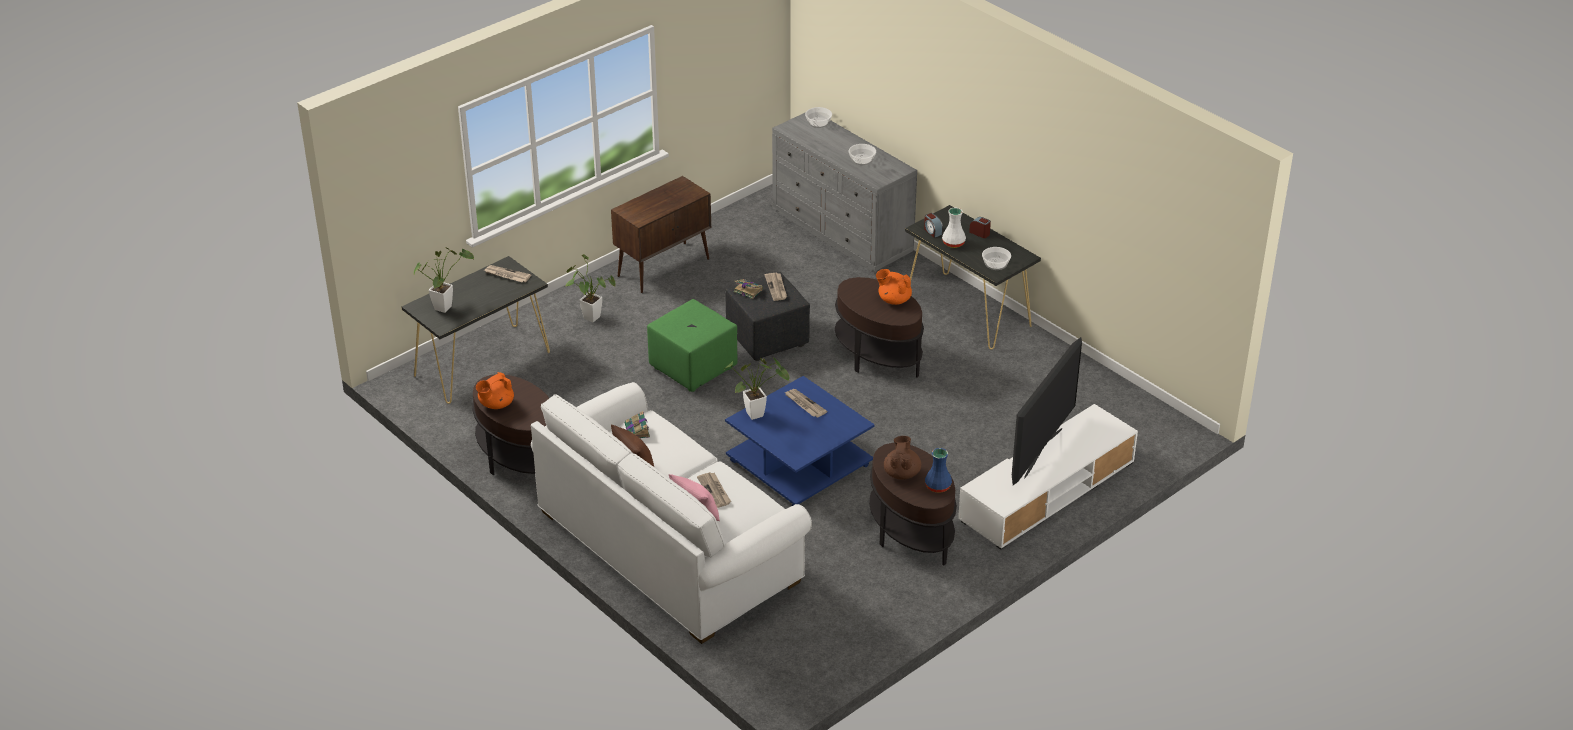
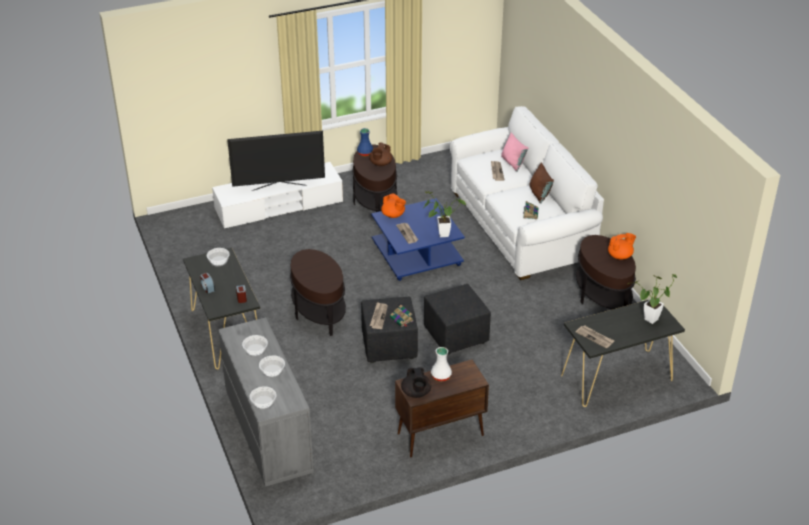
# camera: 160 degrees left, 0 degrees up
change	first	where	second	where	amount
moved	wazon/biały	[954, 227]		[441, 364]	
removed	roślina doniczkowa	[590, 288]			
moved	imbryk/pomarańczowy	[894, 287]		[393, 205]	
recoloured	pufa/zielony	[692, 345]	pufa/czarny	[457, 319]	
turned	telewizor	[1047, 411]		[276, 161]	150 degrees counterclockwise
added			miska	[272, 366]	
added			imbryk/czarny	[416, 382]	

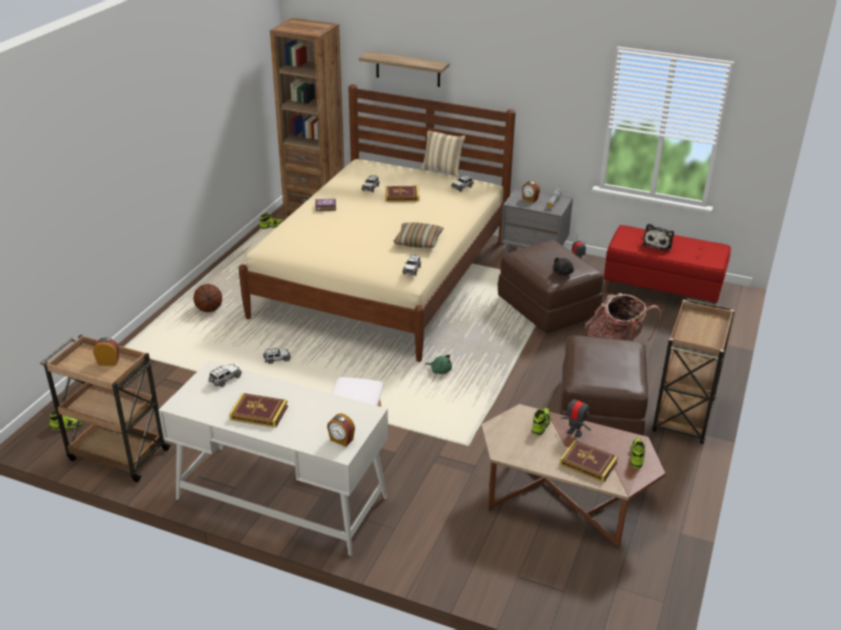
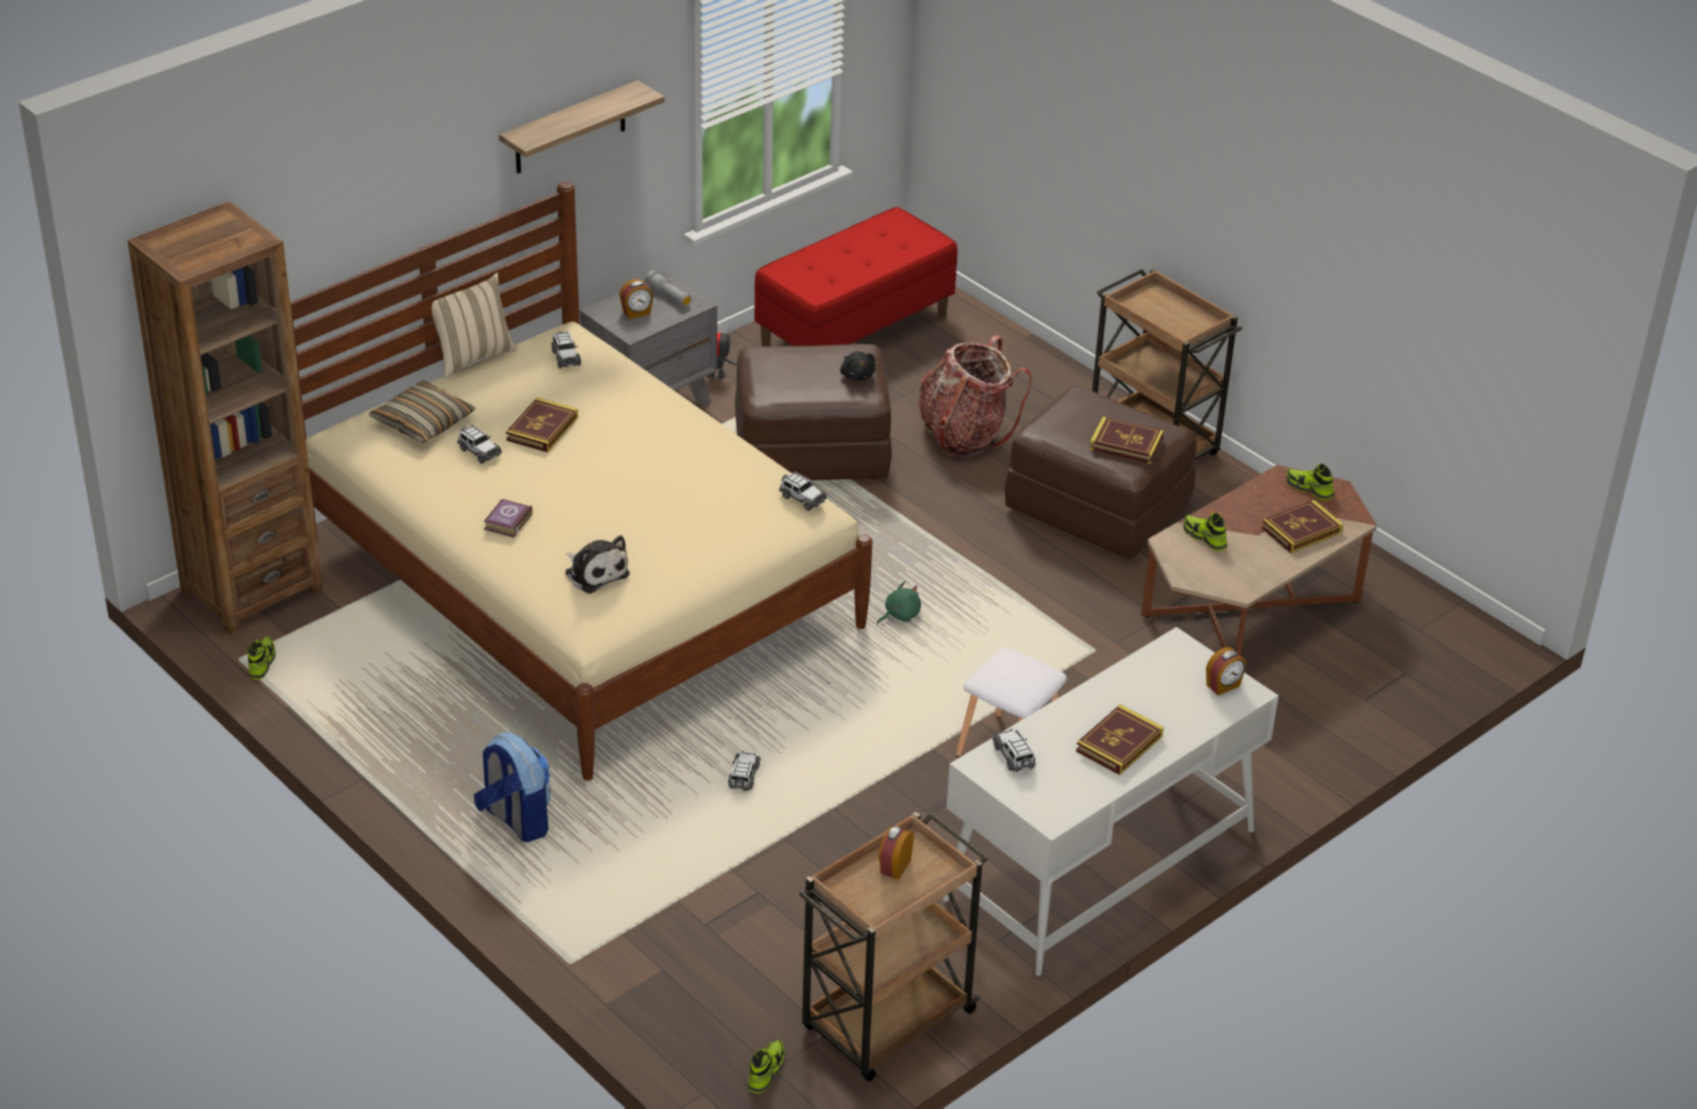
# camera: 65 degrees left, 5 degrees up
change	first	where	second	where	amount
moved	półka	[404, 69]		[582, 127]	
moved	poduszka	[418, 235]		[422, 411]	
moved	pluszak	[658, 237]		[597, 564]	
replaced	piłka do koszykówki	[207, 298]	plecak	[512, 787]	
removed	robot zabawkowy	[576, 416]			
added			książka	[1126, 440]	

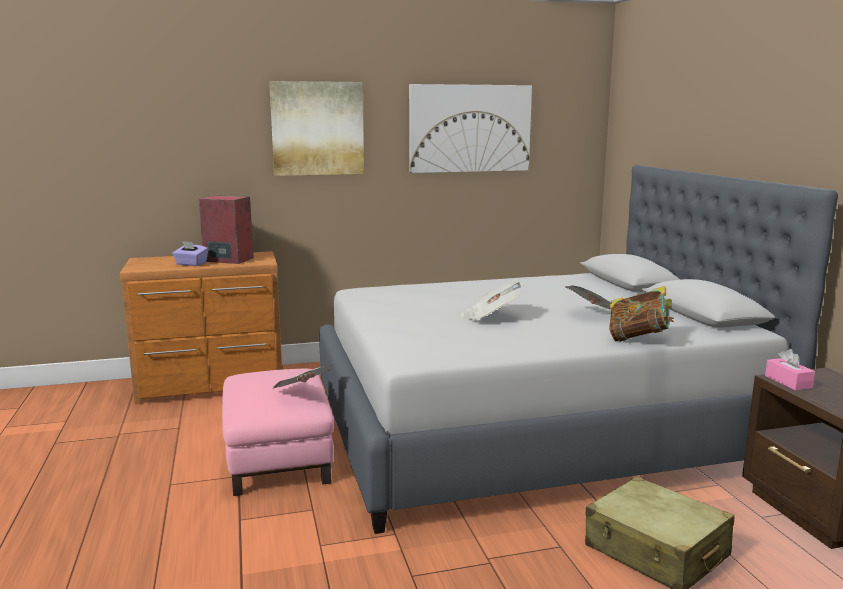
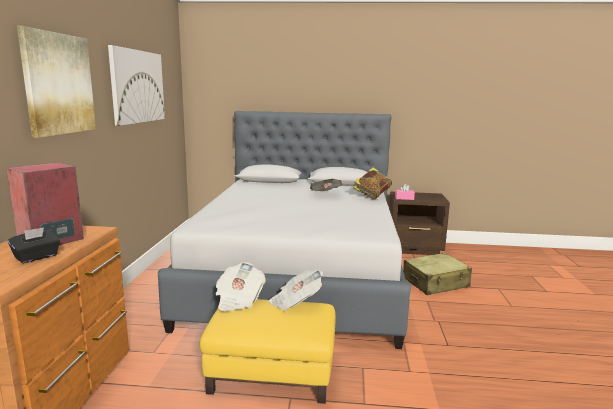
# camera: 70 degrees left, 0 degrees up
change	first	where	second	where	amount
recoloured	pudełko chusteczek/fioletowy	[190, 253]	pudełko chusteczek/czarny	[34, 245]	
moved	gazeta	[492, 301]		[240, 286]	
recoloured	pufa/różowy	[278, 432]	pufa/żółty	[268, 351]	

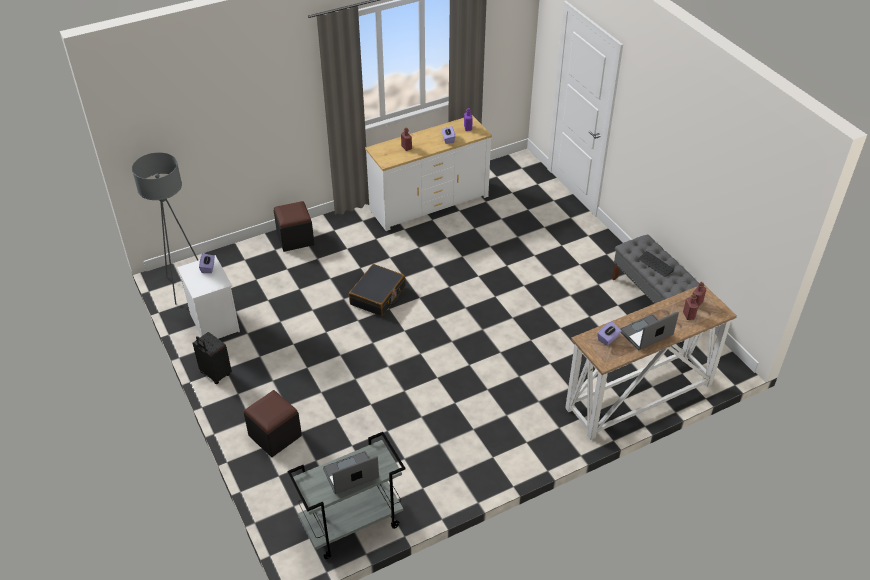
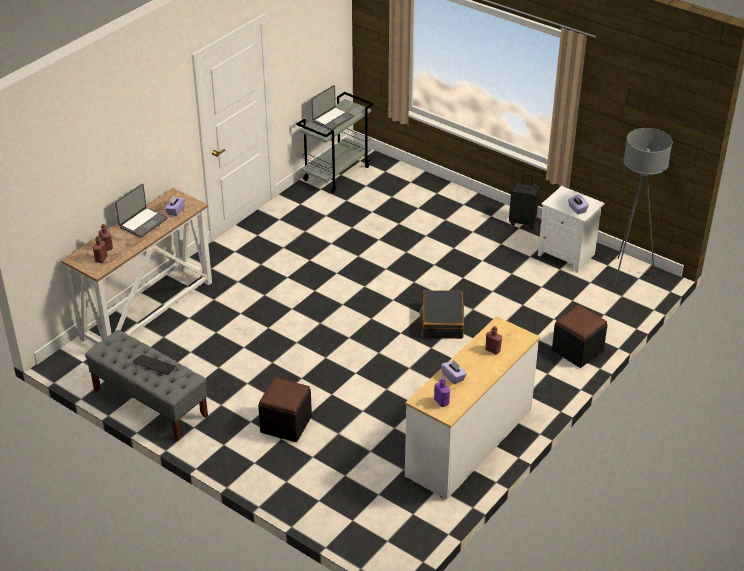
# camera: 155 degrees right, 5 degrees down
change	first	where	second	where	amount
moved	pufa/czarny	[273, 423]		[285, 409]	

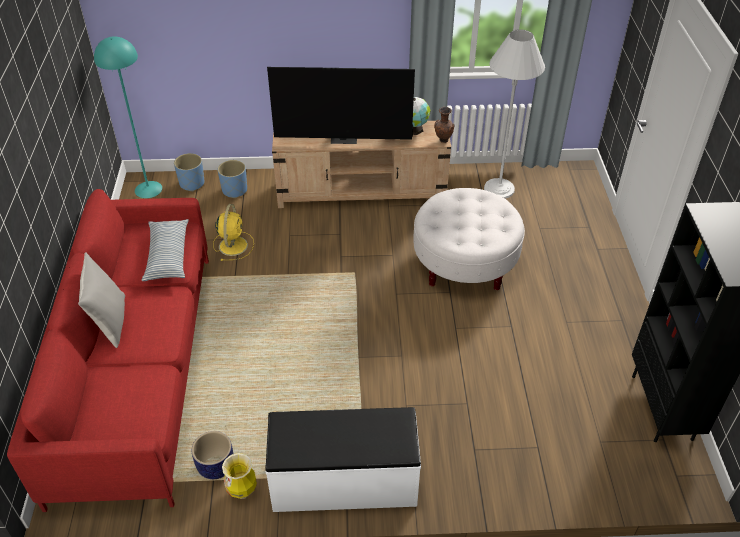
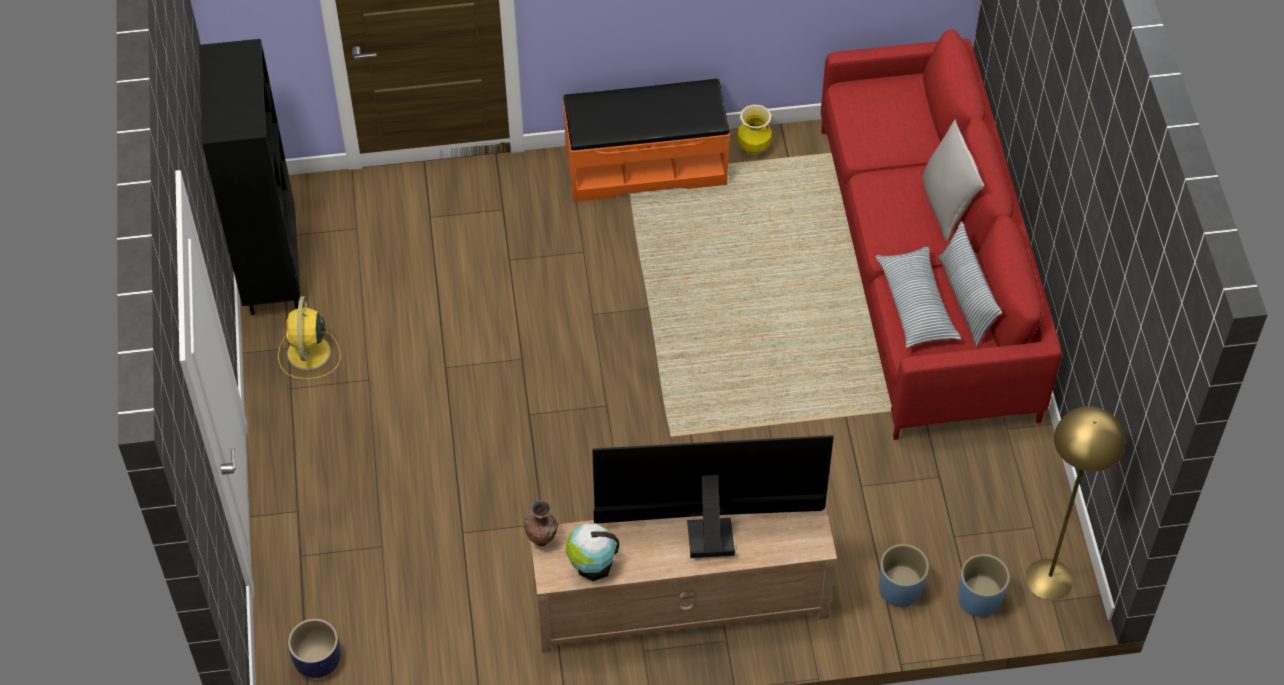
# camera: 175 degrees right, 10 degrees up
change	first	where	second	where	amount
removed	lampa stojąca/biały	[514, 114]			
recoloured	lampa stojąca/turkusowy	[128, 117]	lampa stojąca/żółty	[1075, 503]	
removed	pufa/biały	[469, 239]			
moved	wentylator/żółty	[233, 232]		[309, 337]	
recoloured	ławka/biały	[343, 459]	ławka/pomarańczowy	[646, 140]	
moved	donica	[212, 455]		[314, 648]	
added			poduszka	[970, 284]	

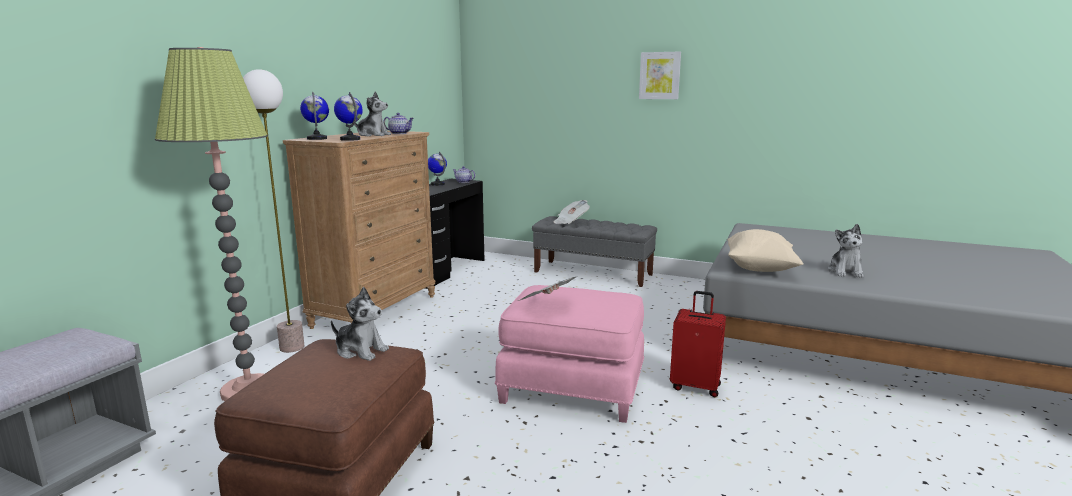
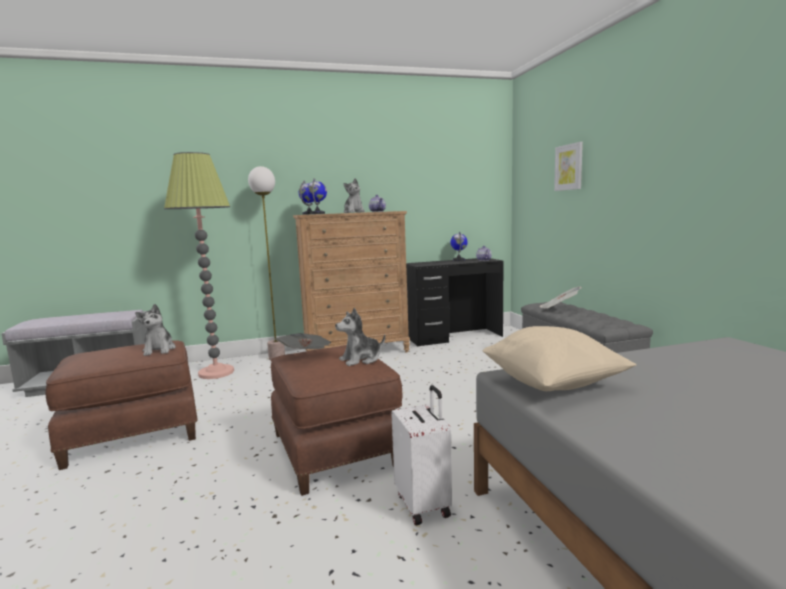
# camera: 50 degrees right, 5 degrees down
change	first	where	second	where	amount
moved	obraz	[660, 75]		[568, 166]	
moved	pluszak	[846, 251]		[360, 337]	
recoloured	pufa/różowy	[569, 354]	pufa/brązowy	[336, 420]	
recoloured	walizka/czerwony	[698, 344]	walizka/biały	[421, 455]	

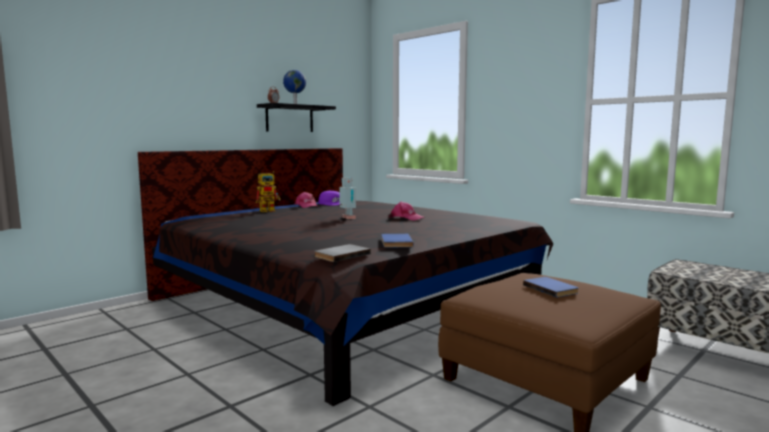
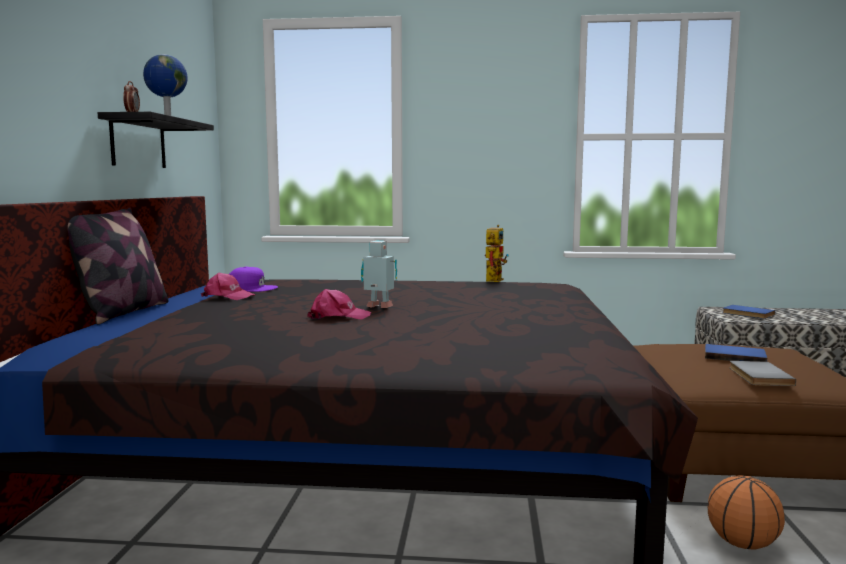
# camera: 40 degrees left, 0 degrees up
change	first	where	second	where	amount
moved	robot zabawkowy	[268, 191]		[497, 253]	
moved	czapka z daszkiem/różowy	[407, 211]		[339, 304]	
moved	książka/niebieski	[397, 241]		[749, 312]	
moved	książka/szary	[342, 253]		[763, 373]	
added			poduszka	[118, 265]	
added			piłka do koszykówki	[746, 512]	

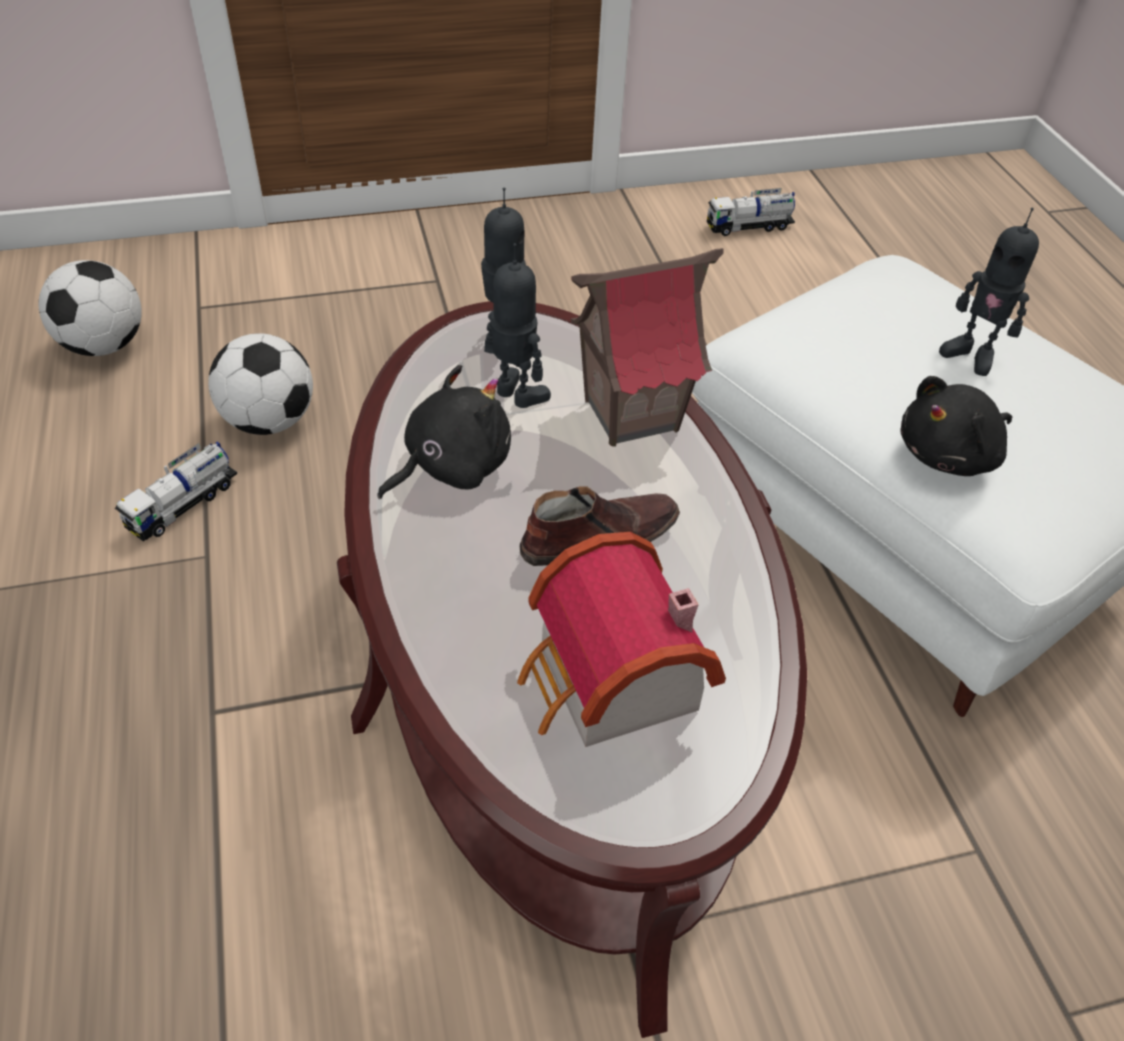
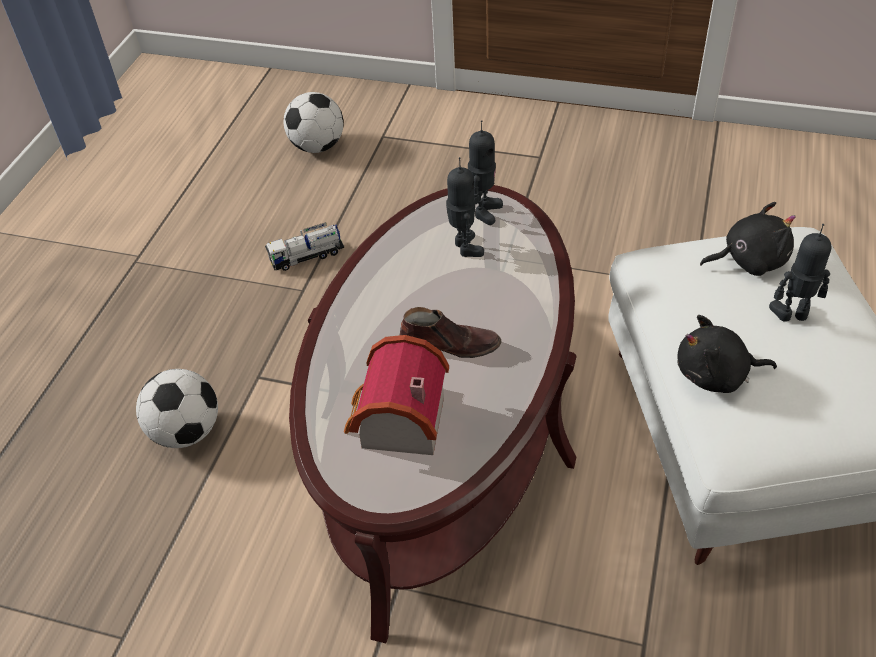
# camera: 35 degrees right, 0 degrees up
change	first	where	second	where	amount
removed	ciężarówka zabawkowa	[751, 212]			
turned	robot zabawkowy	[989, 292]		[800, 273]	105 degrees clockwise
removed	domek	[647, 347]			
moved	piłka futbolowa	[260, 384]		[177, 408]	
moved	pluszak/czarny	[444, 432]		[748, 239]	

